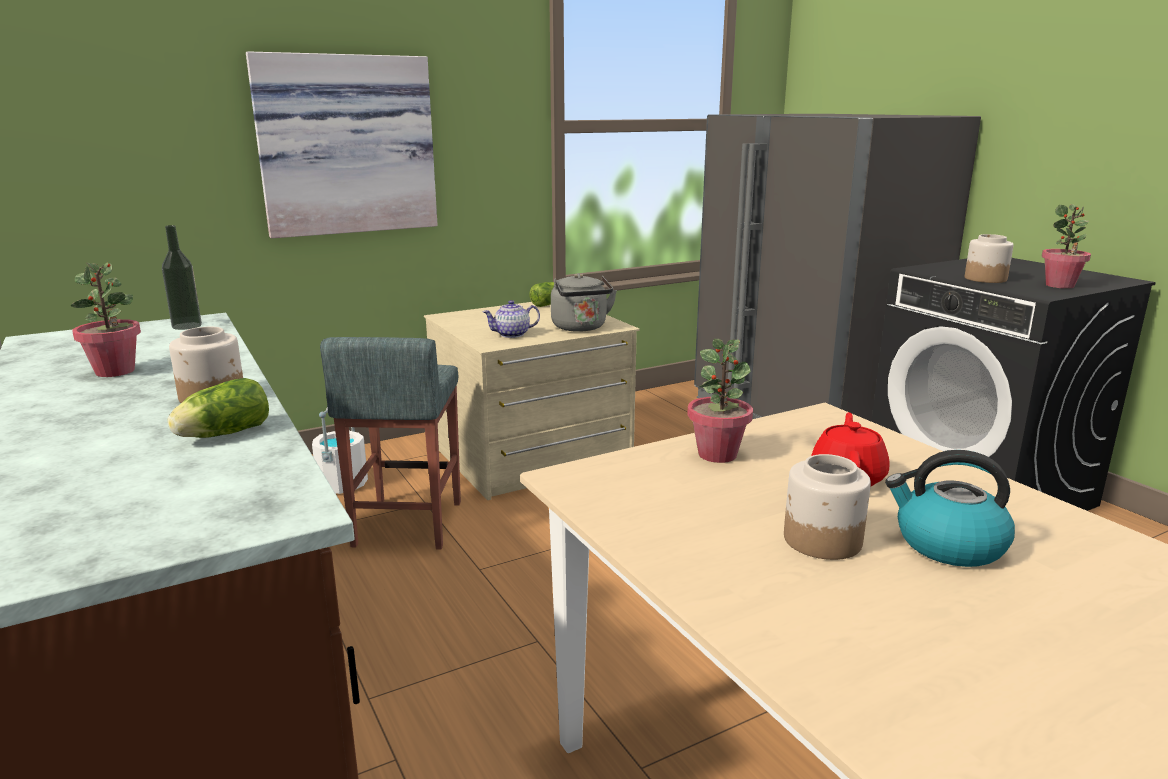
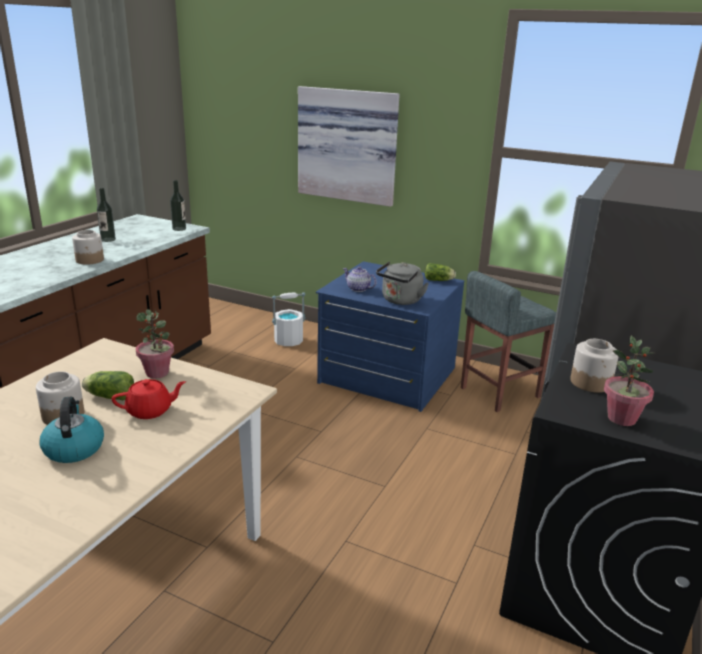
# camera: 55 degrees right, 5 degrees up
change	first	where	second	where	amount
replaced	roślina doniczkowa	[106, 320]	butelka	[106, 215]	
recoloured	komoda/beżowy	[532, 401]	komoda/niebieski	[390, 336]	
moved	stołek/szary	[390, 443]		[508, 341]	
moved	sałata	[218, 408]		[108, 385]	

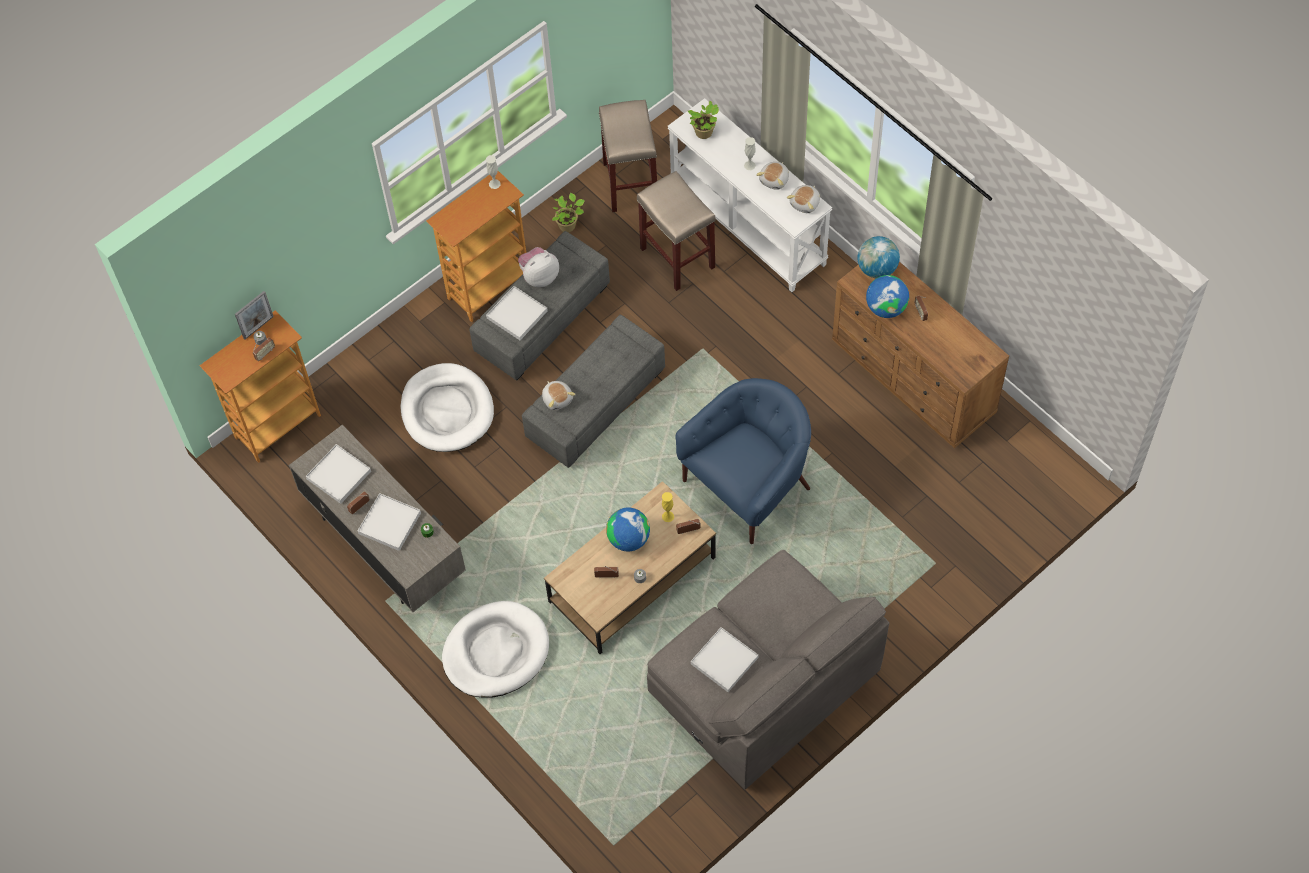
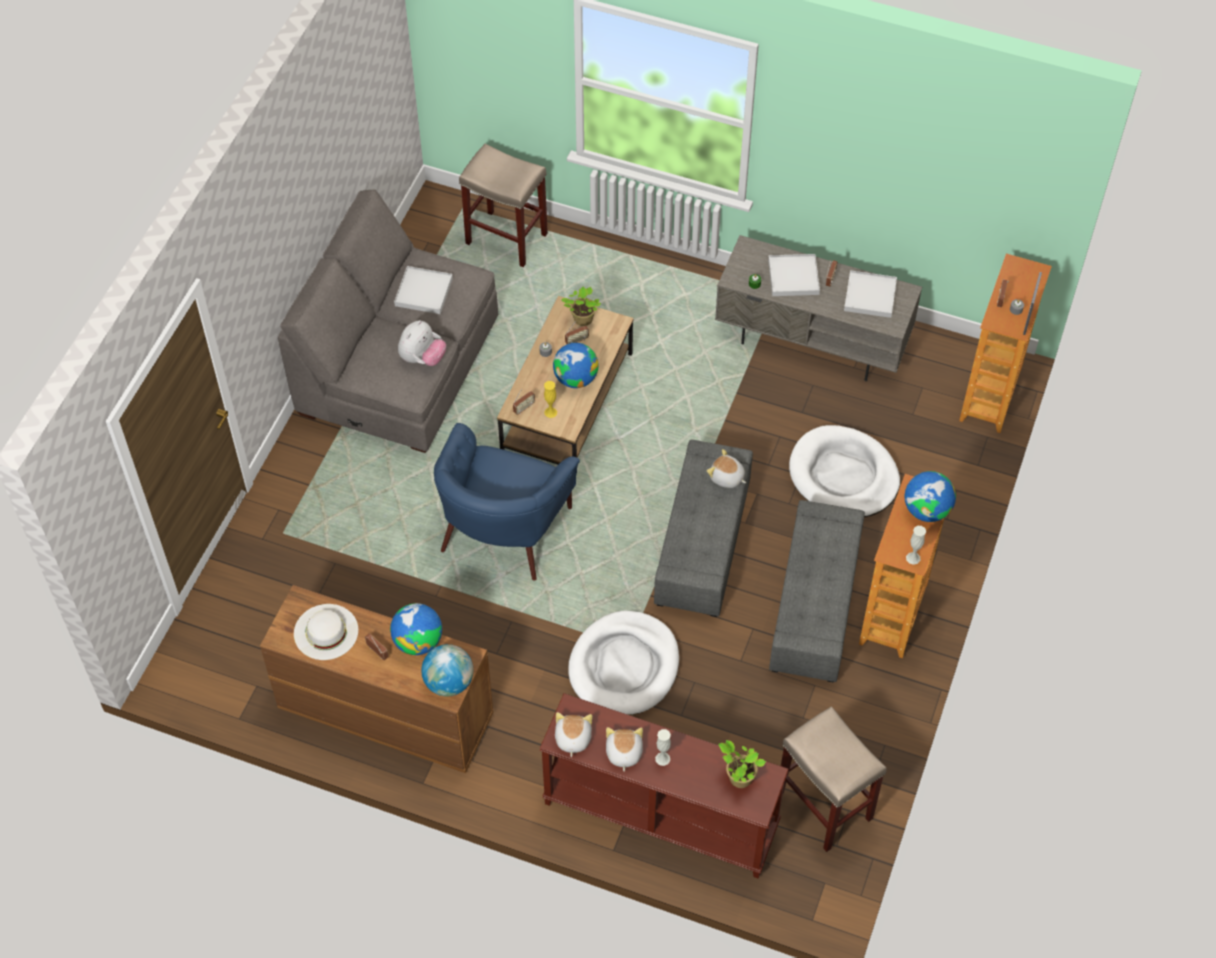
# camera: 150 degrees right, 5 degrees down
change	first	where	second	where	amount
recoloured	stolik konsolowy/biały	[750, 195]	stolik konsolowy/brązowy	[664, 786]	
moved	stołek/beżowy	[676, 231]		[503, 205]	
moved	roślina doniczkowa	[568, 212]		[581, 306]	
moved	pluszak	[538, 267]		[422, 343]	
removed	taca/biały	[517, 313]			
moved	legowisko/biały	[495, 649]		[623, 663]	
added			globus	[930, 496]	
added			kapelusz/biały	[326, 632]	

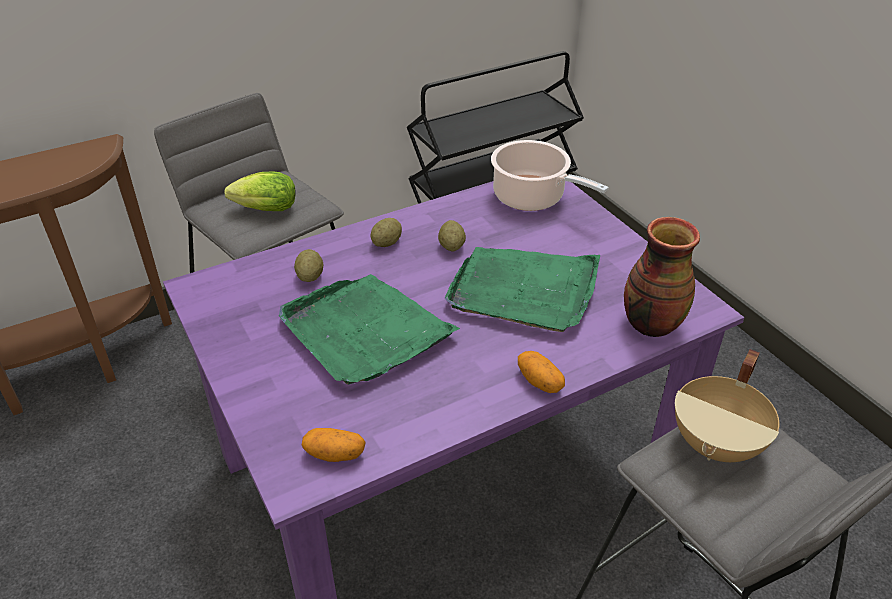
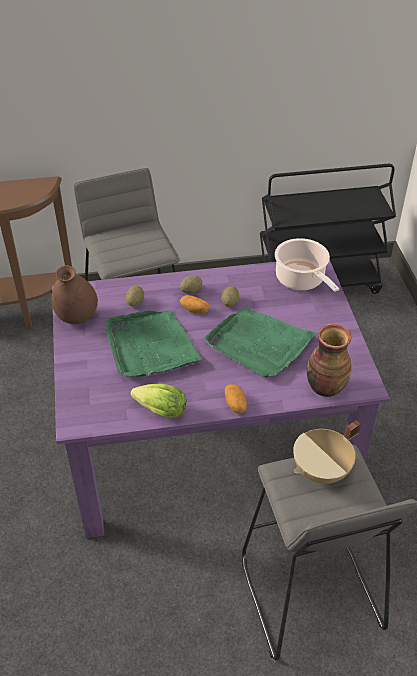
# camera: 20 degrees right, 5 degrees up
change	first	where	second	where	amount
moved	sałata	[260, 191]		[158, 401]	
moved	ziemniak	[334, 445]		[195, 304]	
added			wazon/brązowy	[75, 294]	

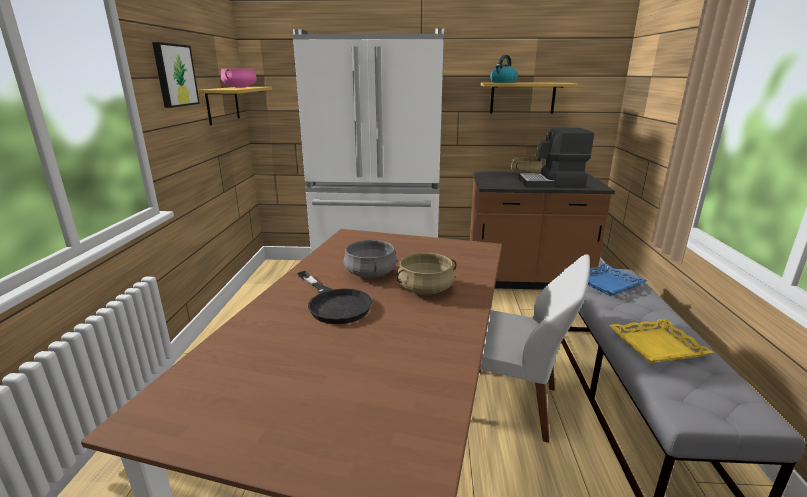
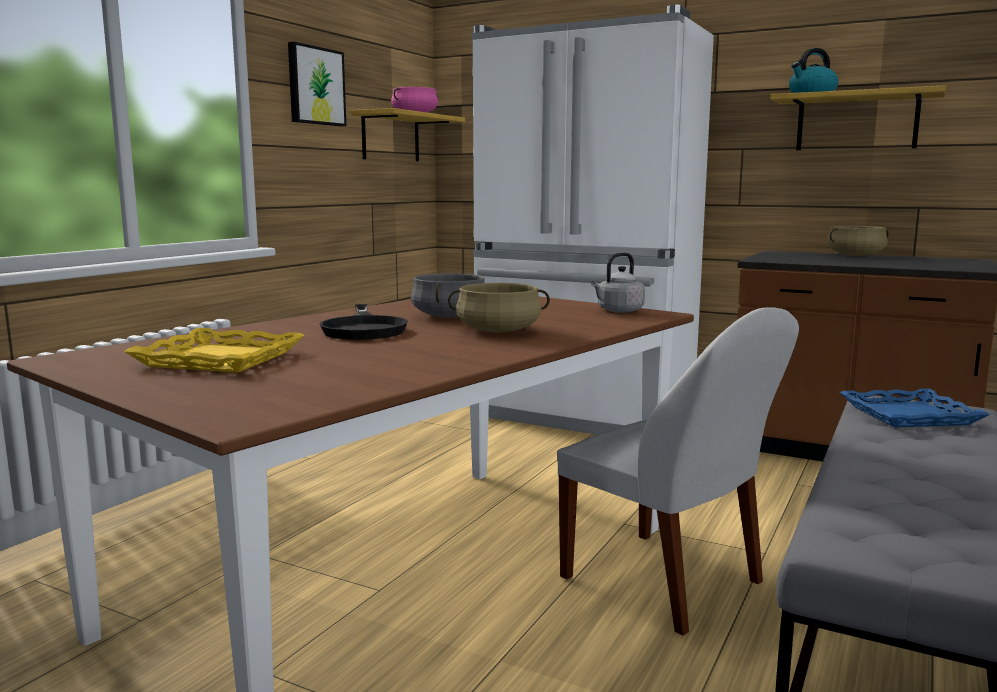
# camera: 25 degrees right, 10 degrees down
change	first	where	second	where	amount
removed	ekspres do kawy	[556, 158]			
moved	taca/żółty	[661, 341]		[214, 350]	
added			czajnik/szary	[618, 282]	

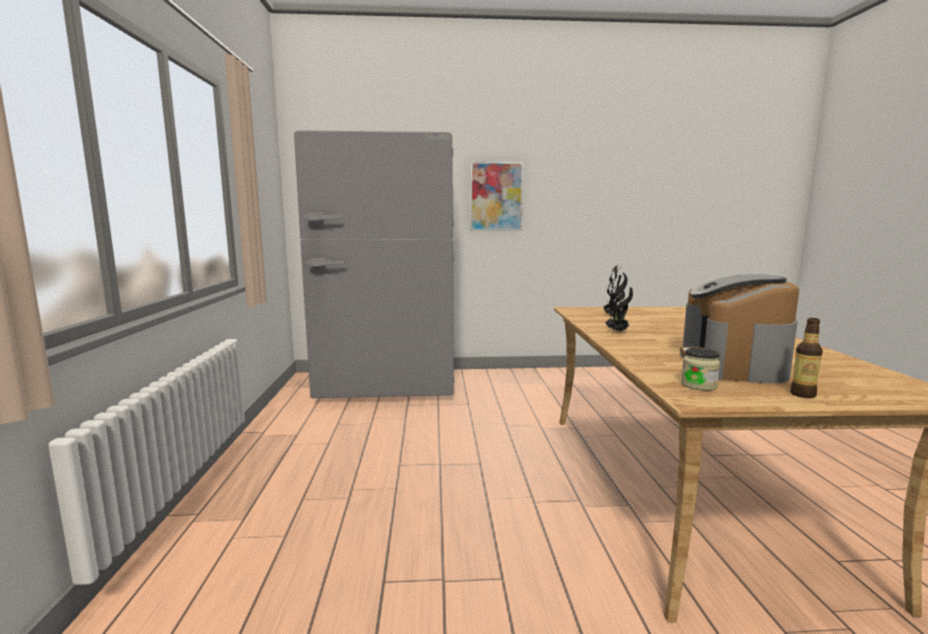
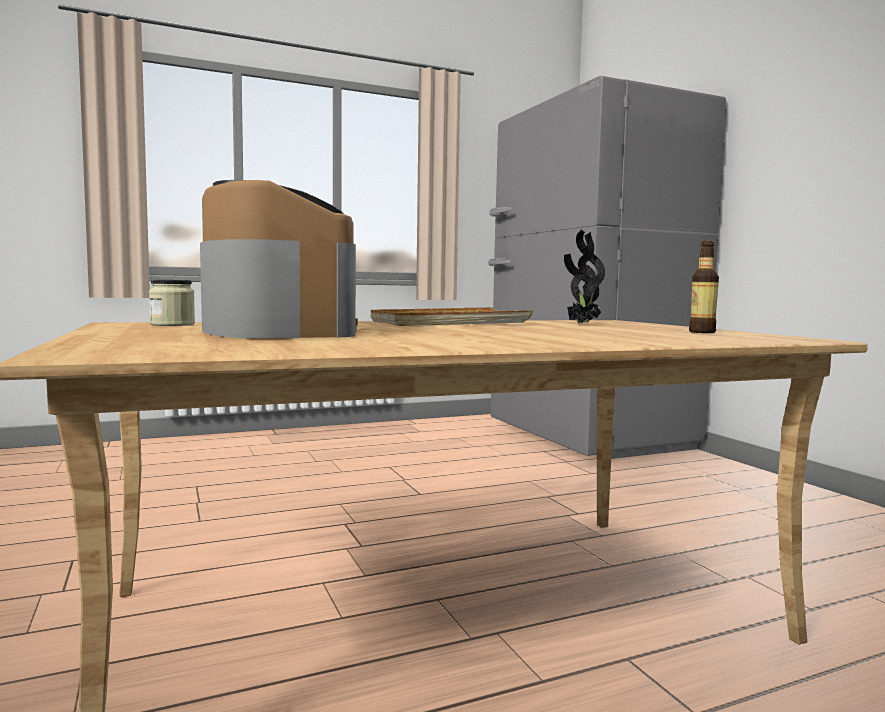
# camera: 70 degrees right, 5 degrees down
change	first	where	second	where	amount
removed	obraz	[496, 196]			
replaced	roślina doniczkowa	[619, 302]	taca/beżowy	[452, 316]	
turned	ekspres do kawy	[739, 329]		[279, 259]	75 degrees clockwise
moved	butelka	[806, 358]		[704, 287]	

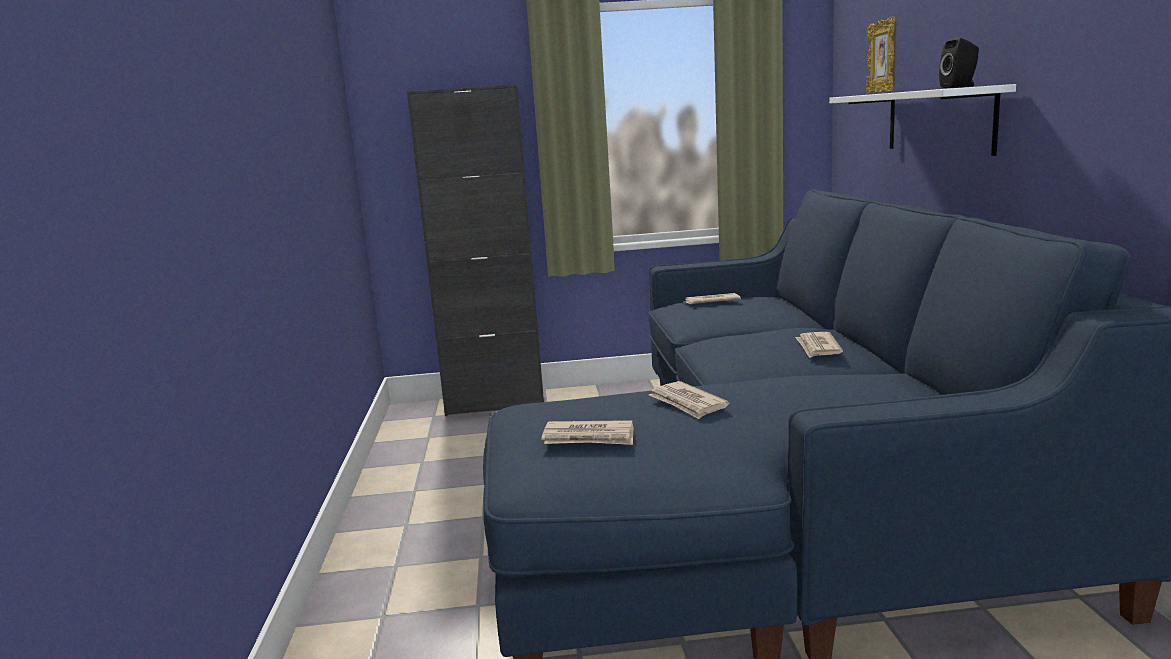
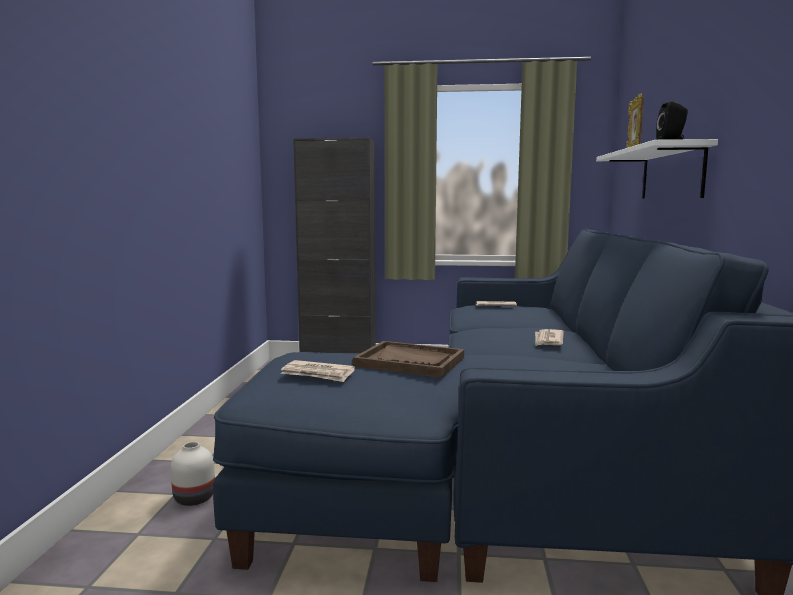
# camera: 10 degrees right, 5 degrees down
change	first	where	second	where	amount
replaced	gazeta	[689, 400]	taca/brązowy	[408, 359]	
added			wazon/biały	[192, 474]	

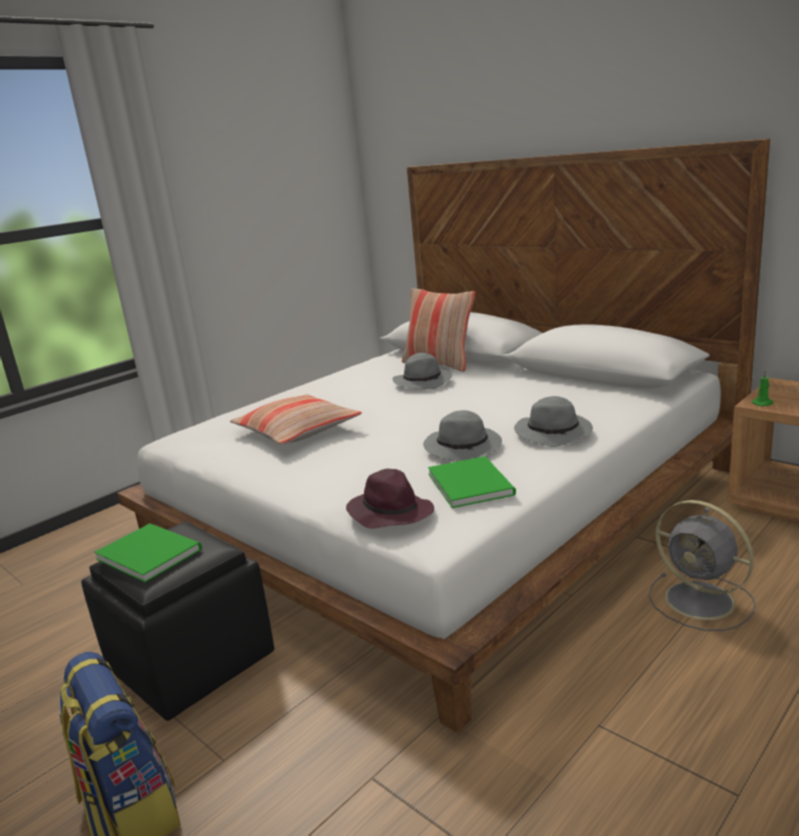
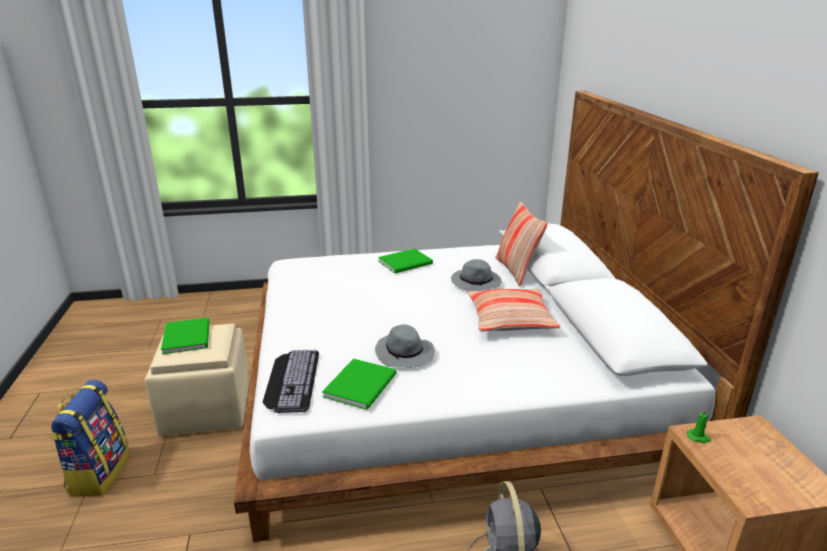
# camera: 35 degrees right, 5 degrees up
change	first	where	second	where	amount
moved	poduszka	[296, 419]		[513, 310]	
removed	kapelusz/szary	[553, 421]			
replaced	kapelusz/fioletowy	[390, 499]	klawiatura	[291, 381]	
recoloured	pufa/czarny	[177, 621]	pufa/beżowy	[197, 380]	
added			książka/zielony	[405, 260]	

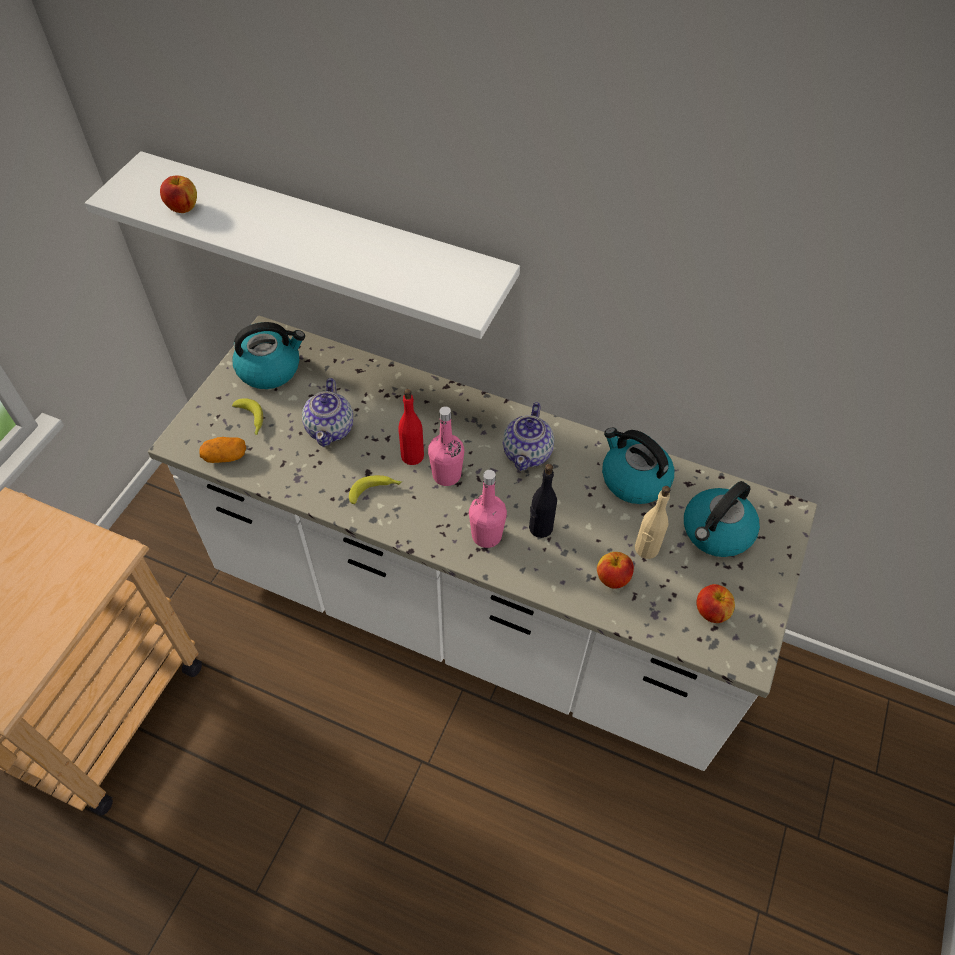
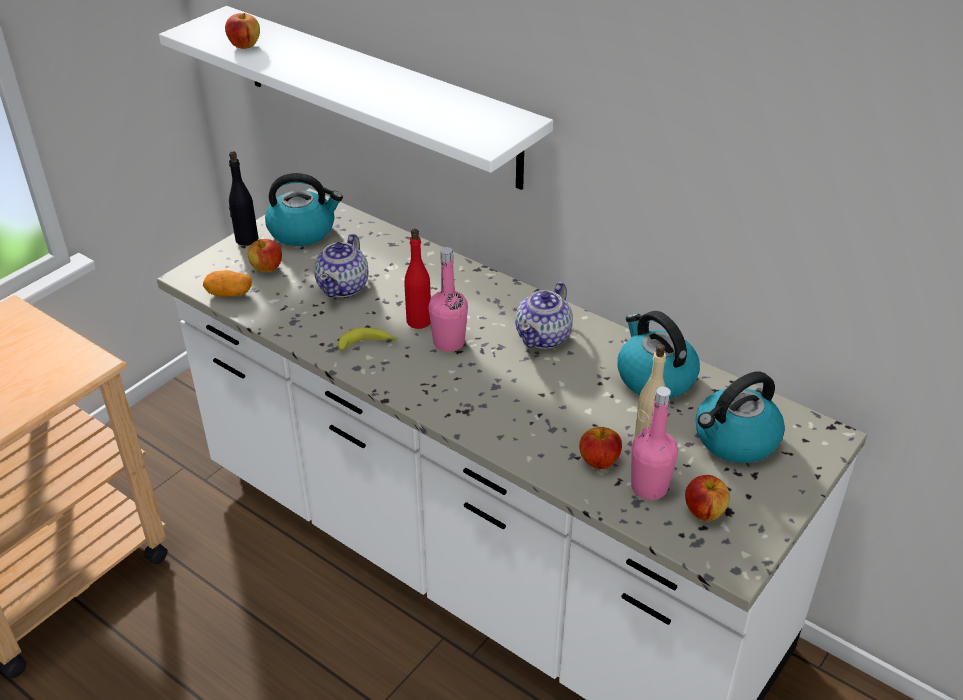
# camera: 15 degrees right, 15 degrees down
change	first	where	second	where	amount
replaced	banan	[247, 416]	jabłko	[265, 255]	
moved	butelka/czarny	[543, 501]		[243, 199]	
moved	butelka/różowy	[488, 509]		[654, 443]	

